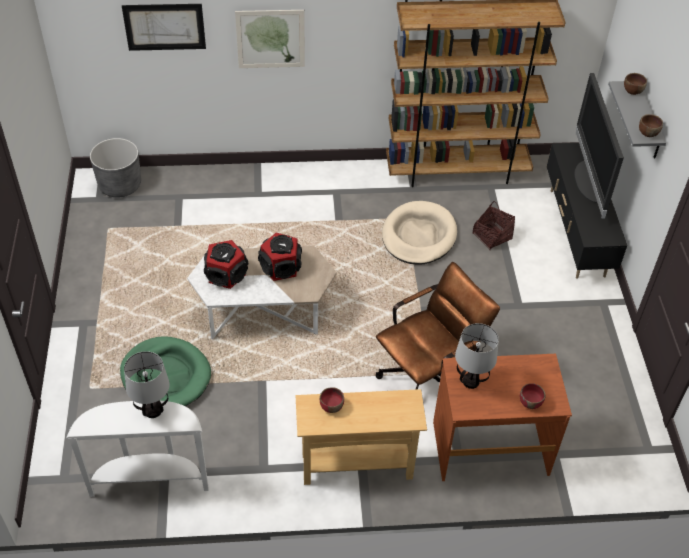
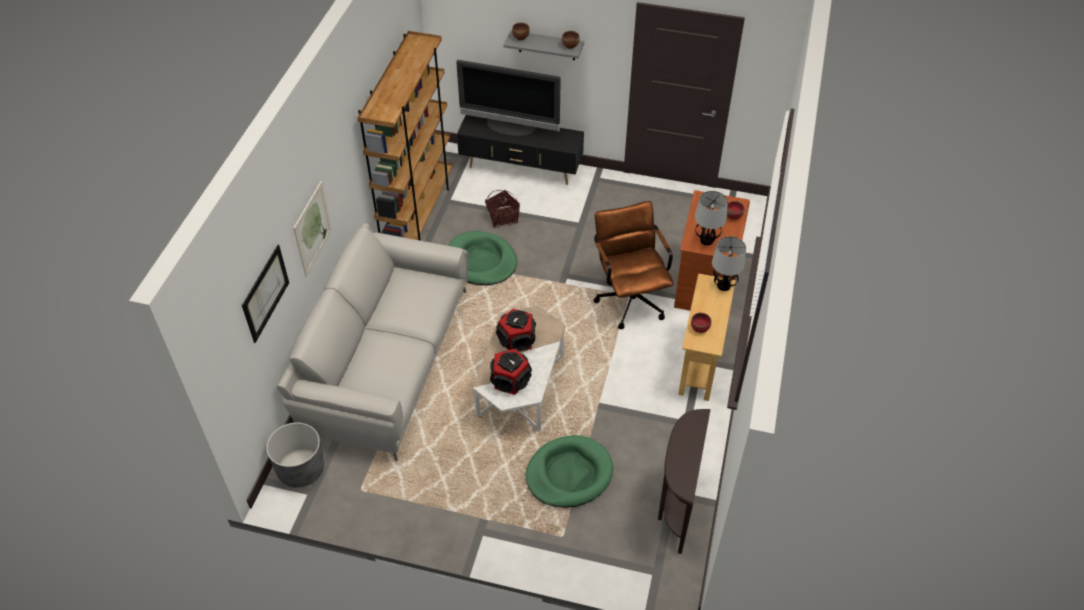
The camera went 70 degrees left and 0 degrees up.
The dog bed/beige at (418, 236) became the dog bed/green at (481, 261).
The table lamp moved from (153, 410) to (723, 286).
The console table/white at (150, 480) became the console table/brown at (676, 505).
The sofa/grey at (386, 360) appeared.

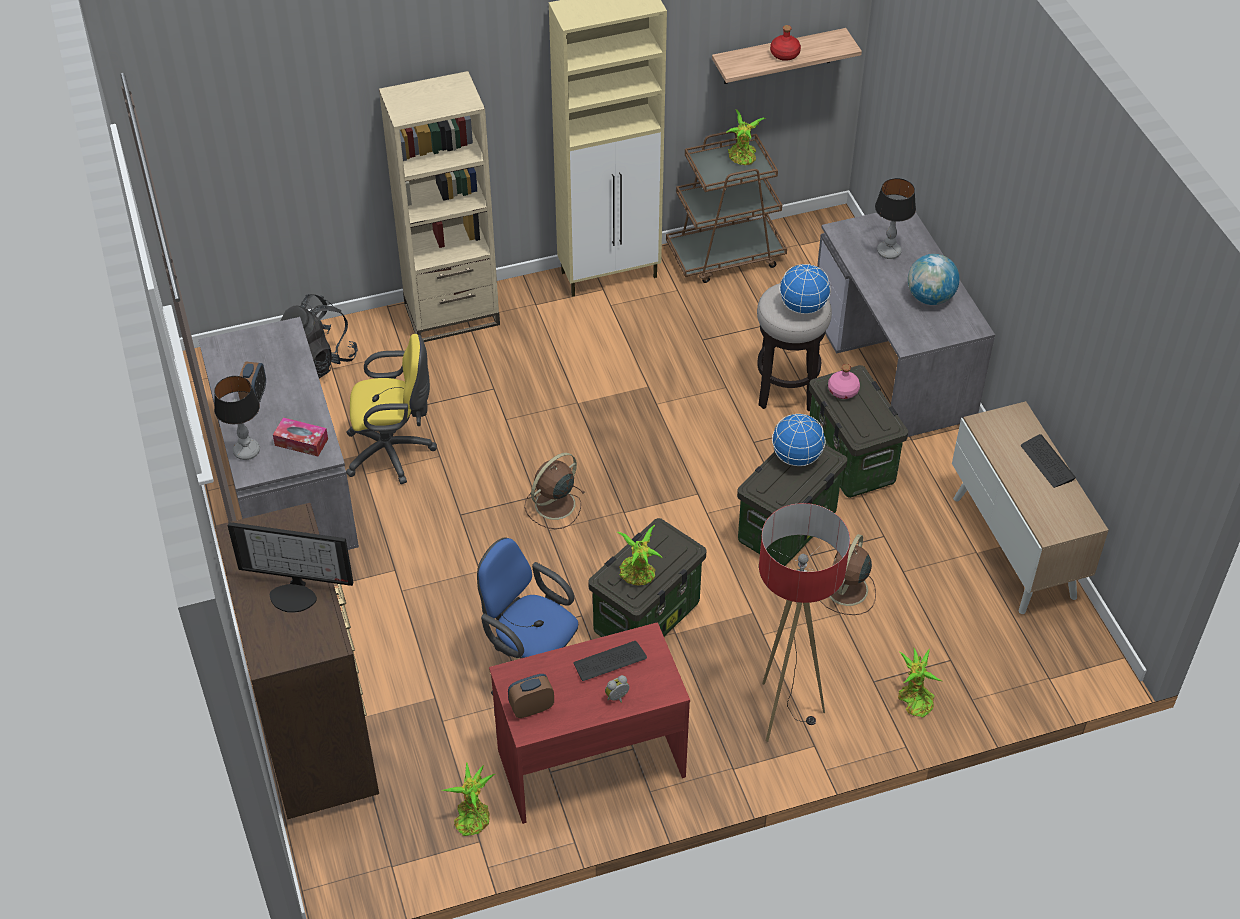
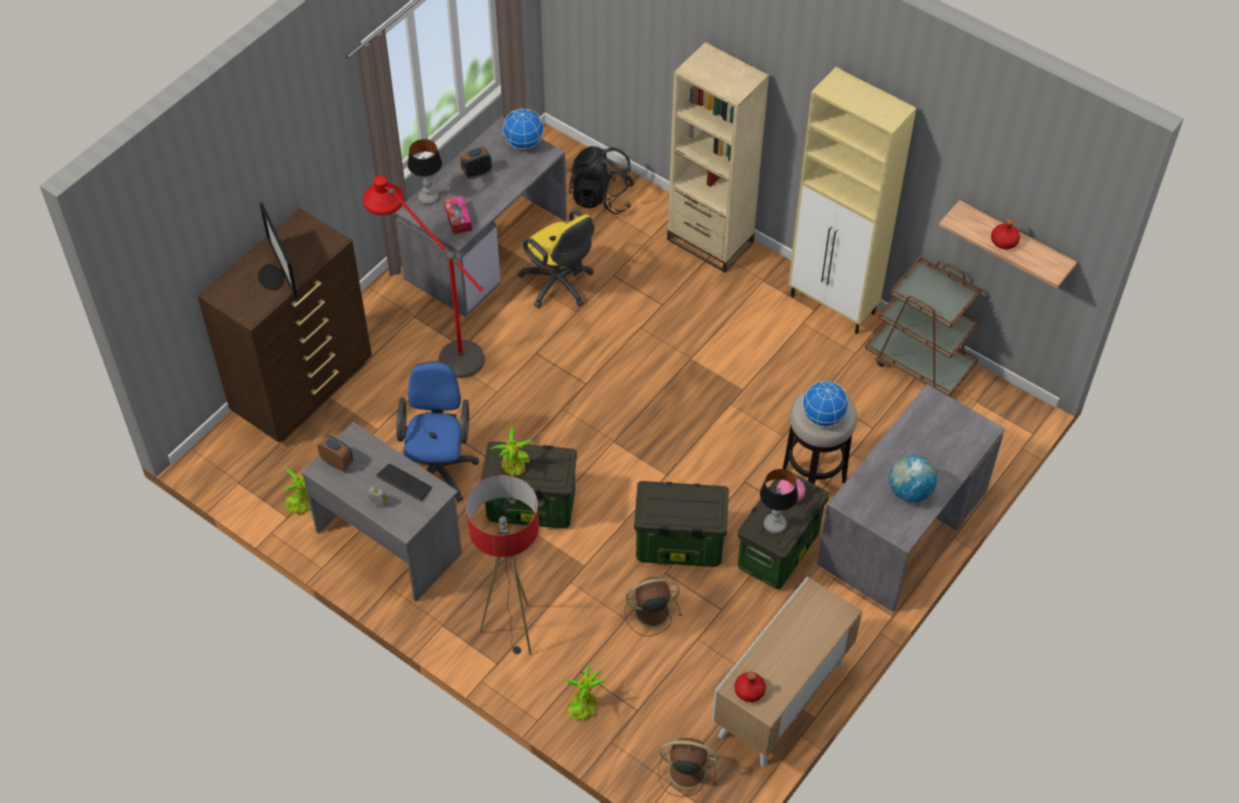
The camera went 55 degrees right and 5 degrees up.
The potted plant at (742, 158) disappeared.
The table lamp moved from (889, 252) to (775, 525).
The globe moved from (796, 457) to (523, 143).
The keyboard at (1047, 462) disappeared.
The fan/brown moved from (553, 505) to (685, 771).
The desk/red at (590, 761) became the desk/grey at (389, 541).
The floor lamp/red at (437, 343) appeared.
The bottle/red at (750, 690) appeared.

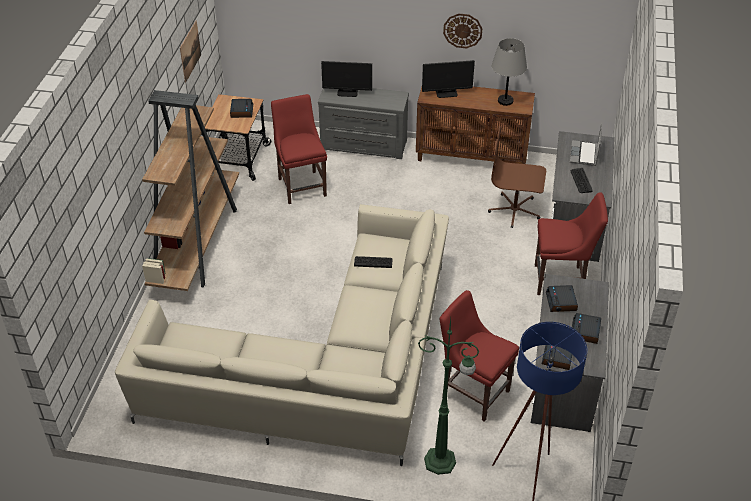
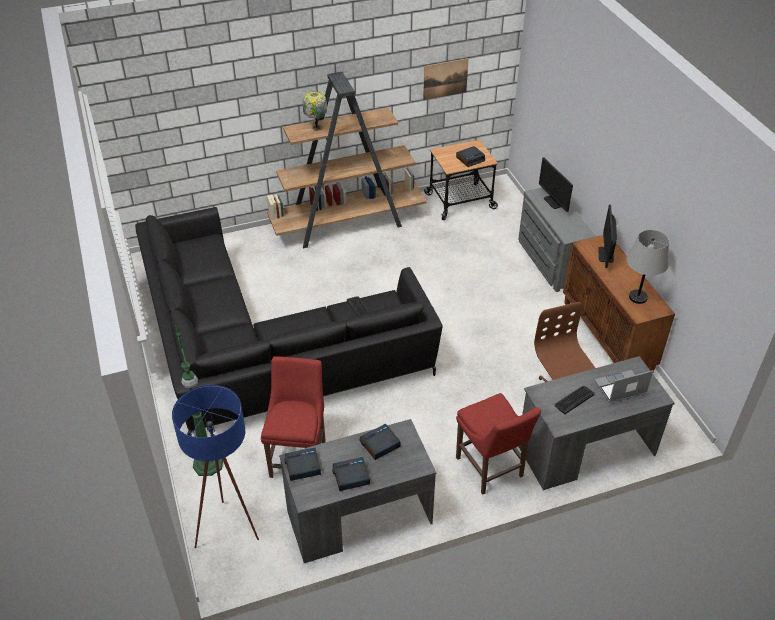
The camera went 60 degrees right and 0 degrees up.
The wall clock at (462, 30) disappeared.
The monitor at (446, 93) turned 45 degrees clockwise.
The chair/red at (301, 185) disappeared.
The sofa/beige at (323, 370) became the sofa/black at (262, 351).
The table lamp at (316, 127) appeared.

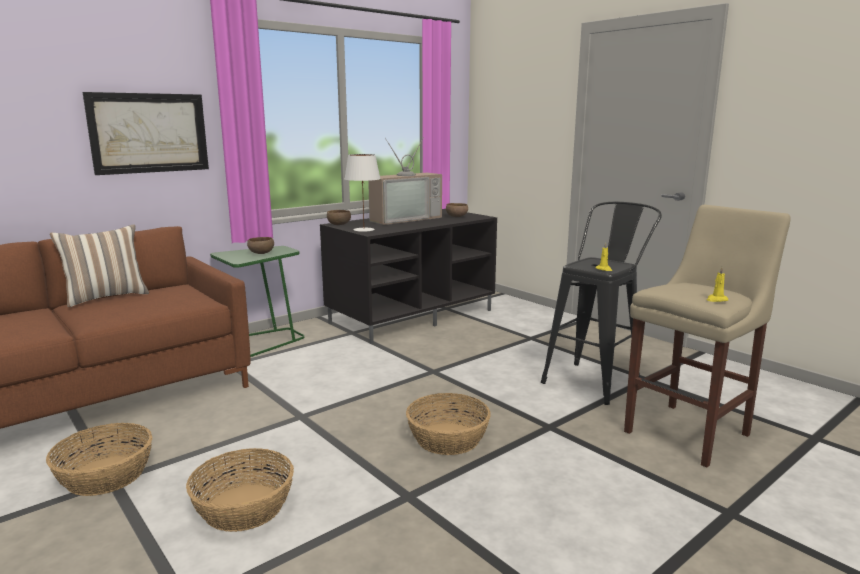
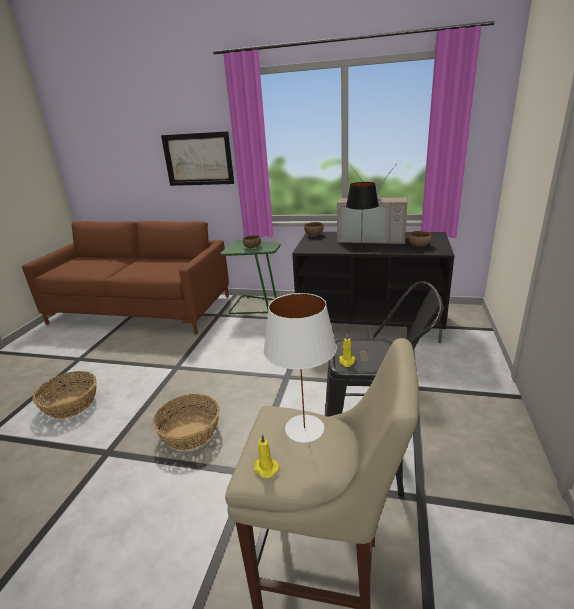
The camera went 55 degrees right and 10 degrees up.
The table lamp/white moved from (363, 230) to (303, 429).
The pillow at (106, 297) disappeared.
The basket at (105, 475) disappeared.
The table lamp/black at (361, 250) appeared.

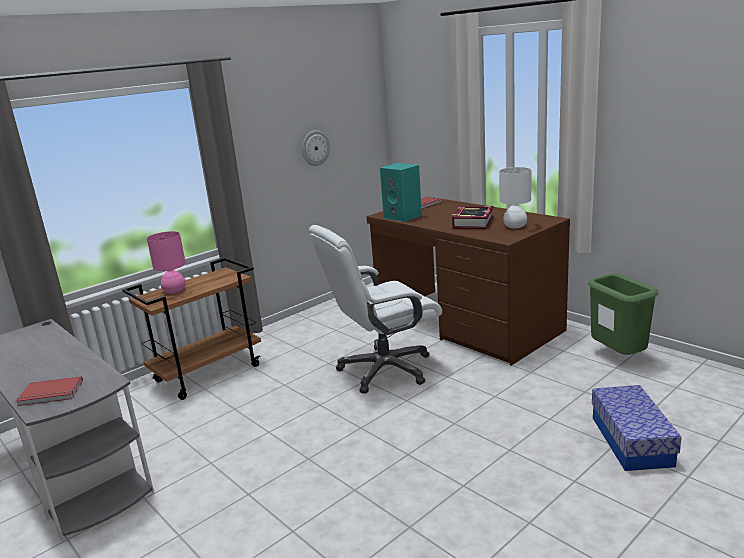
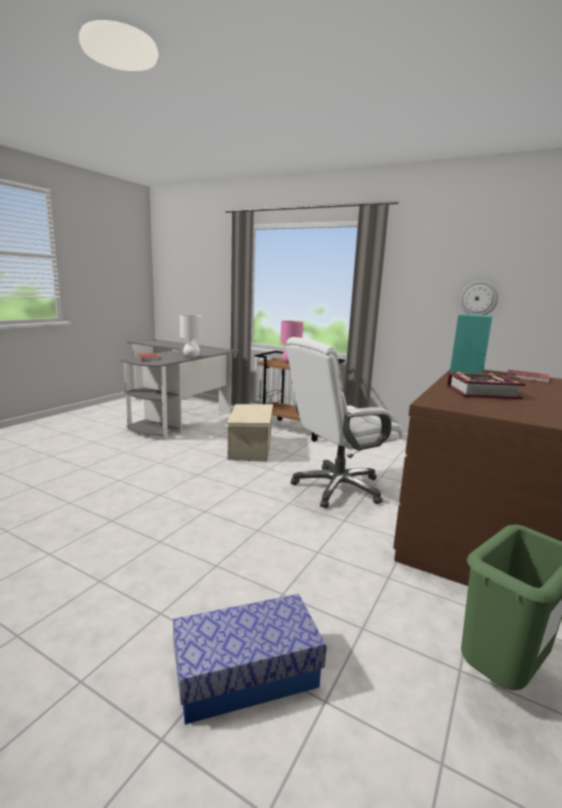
The camera went 70 degrees right and 5 degrees down.
The table lamp/white moved from (515, 226) to (191, 356).
The office chair/white at (384, 370) turned 75 degrees counterclockwise.
The storage box/beige at (249, 448) appeared.

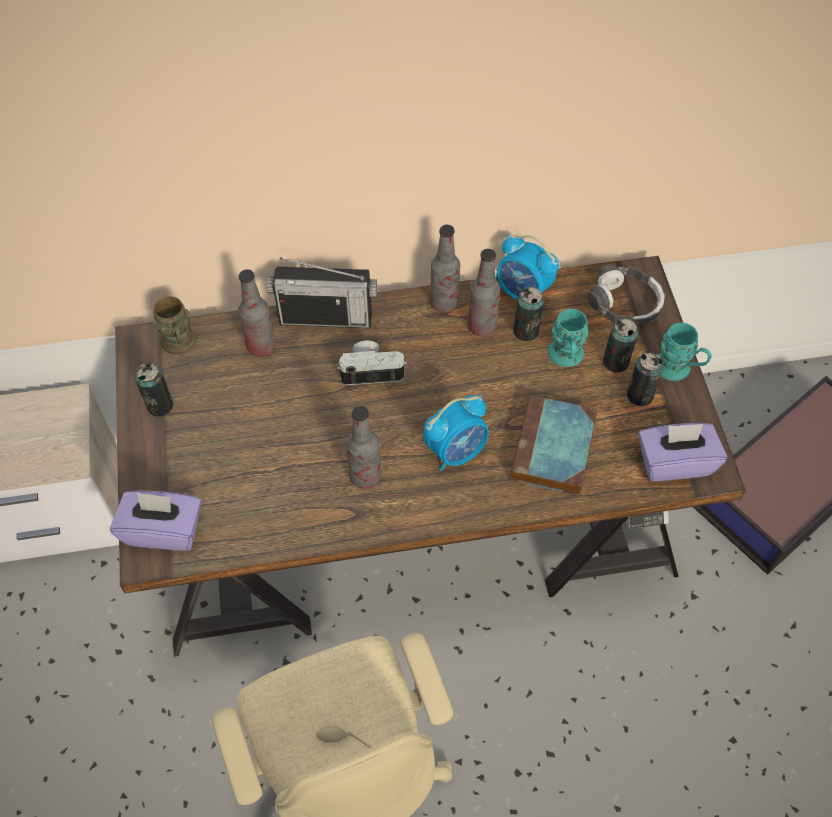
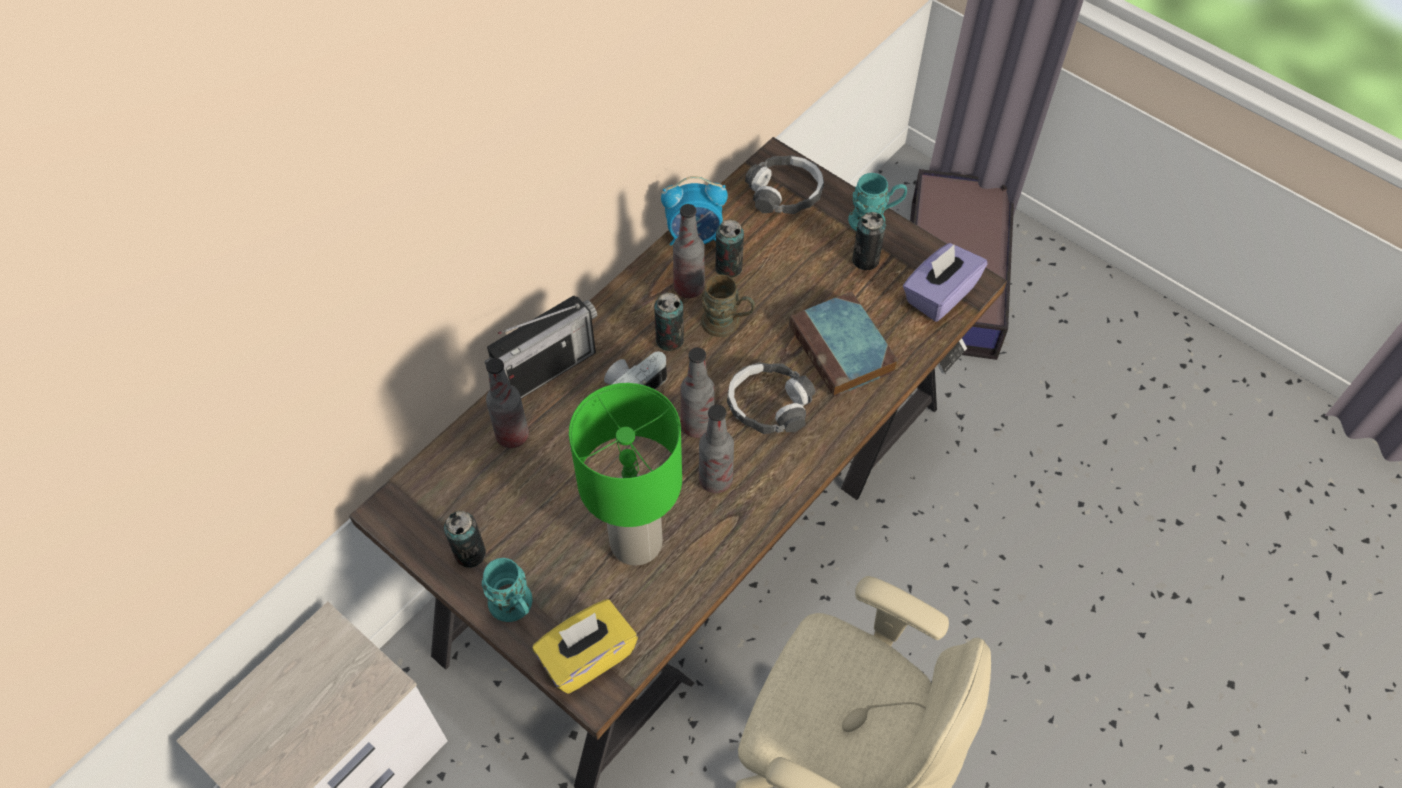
The camera went 40 degrees left and 0 degrees up.
The bottle moved from (444, 303) to (697, 425).
The mug/brown moved from (180, 345) to (727, 324).
The mug/turquoise moved from (566, 358) to (515, 607).
The can moved from (615, 362) to (669, 339).
The alarm clock at (456, 451) was replaced by the headphones at (768, 405).
The tissue box/purple at (164, 530) became the tissue box/yellow at (587, 656).
The table lamp/green at (637, 542) appeared.

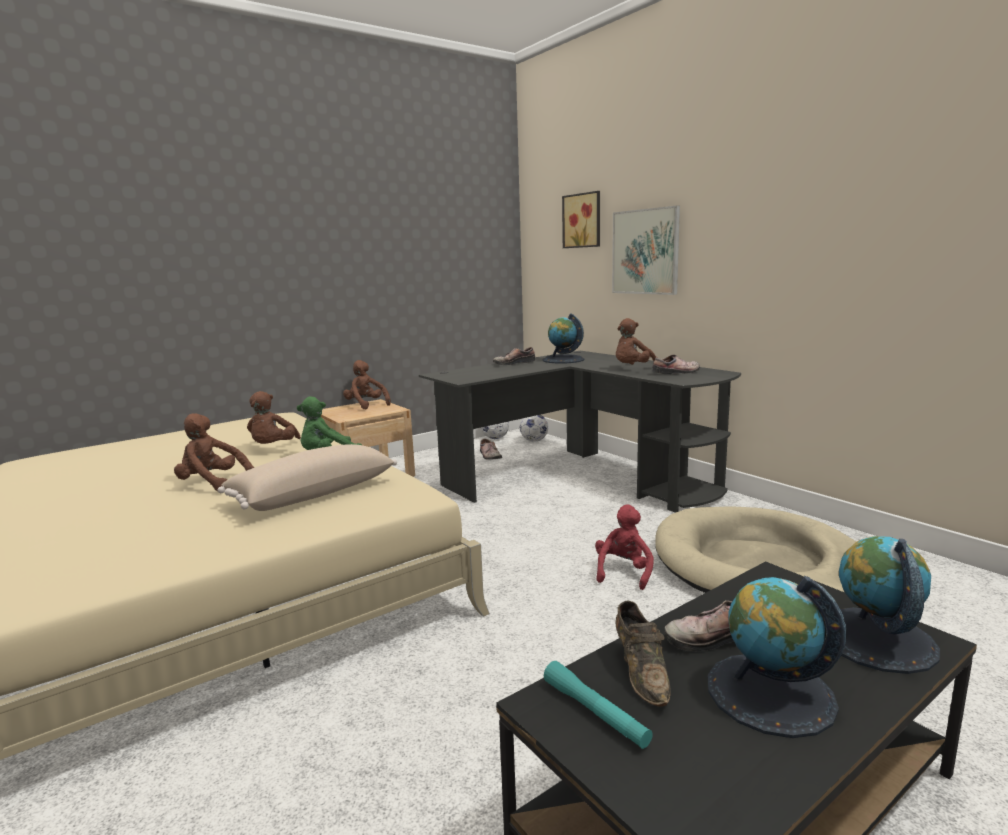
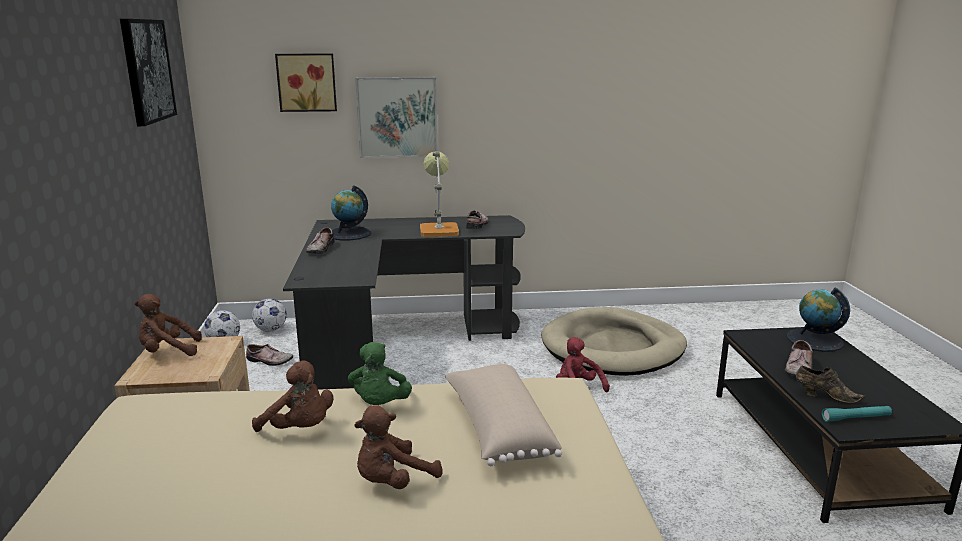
The camera went 60 degrees left and 5 degrees up.
The plush toy/brown at (632, 369) was replaced by the table lamp at (438, 229).
The globe at (770, 693) disappeared.
The picture at (147, 70) appeared.

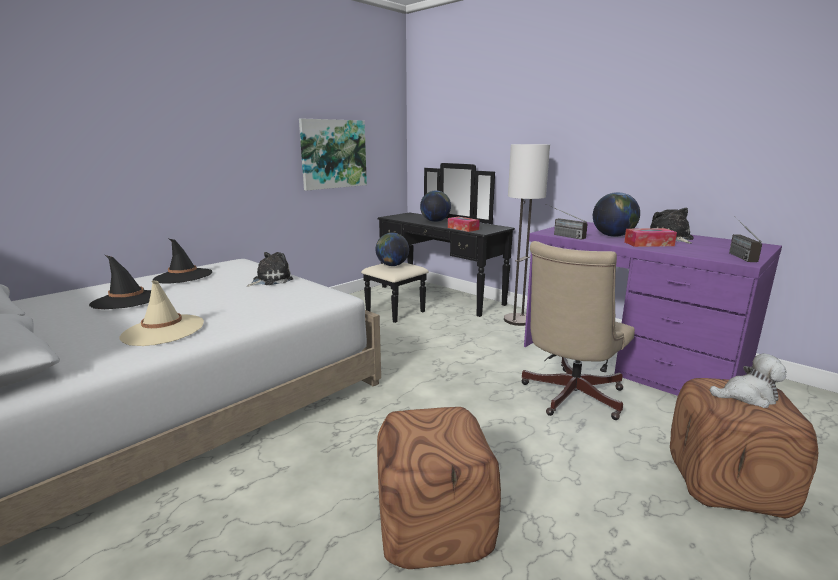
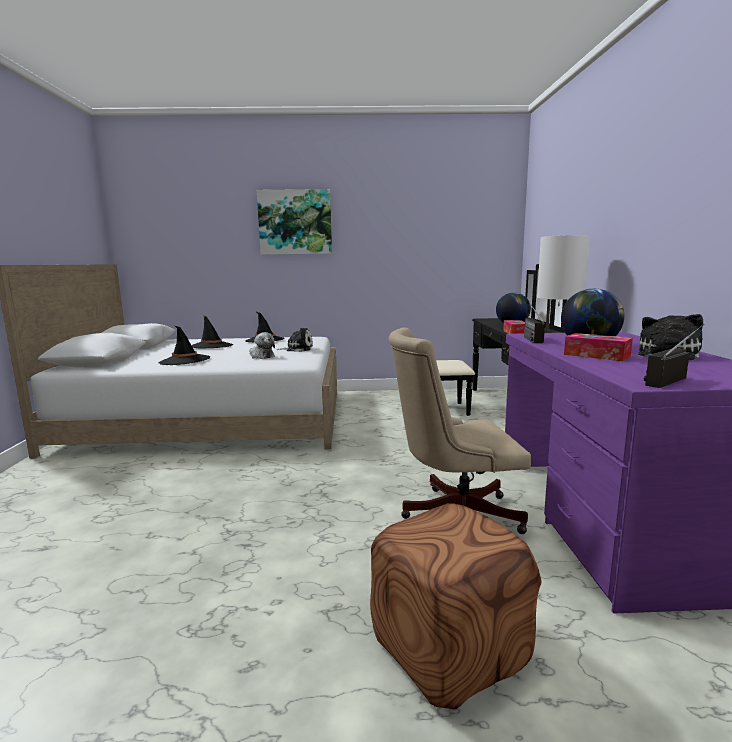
The camera went 45 degrees right and 5 degrees down.
The picture moved from (333, 154) to (295, 222).
The globe at (392, 265) disappeared.
The hat/beige at (163, 331) became the hat/black at (184, 361).
The plush toy moved from (747, 396) to (261, 356).
The ottoman/brown at (434, 524) disappeared.

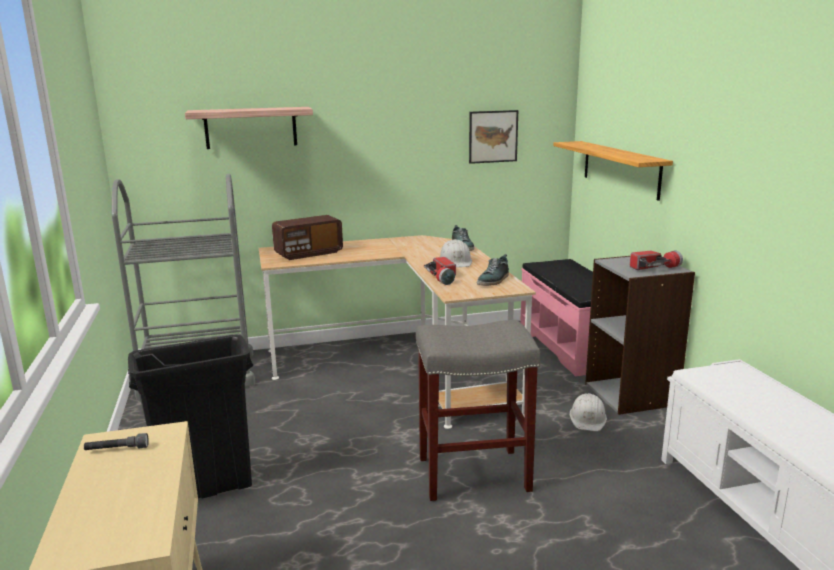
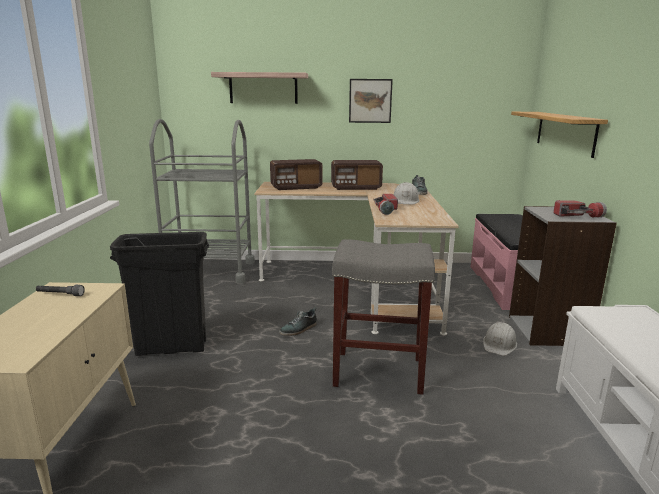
The camera went 15 degrees right and 0 degrees up.
The picture moved from (493, 136) to (370, 101).
The shoe moved from (494, 280) to (299, 329).
The radio at (356, 187) appeared.

